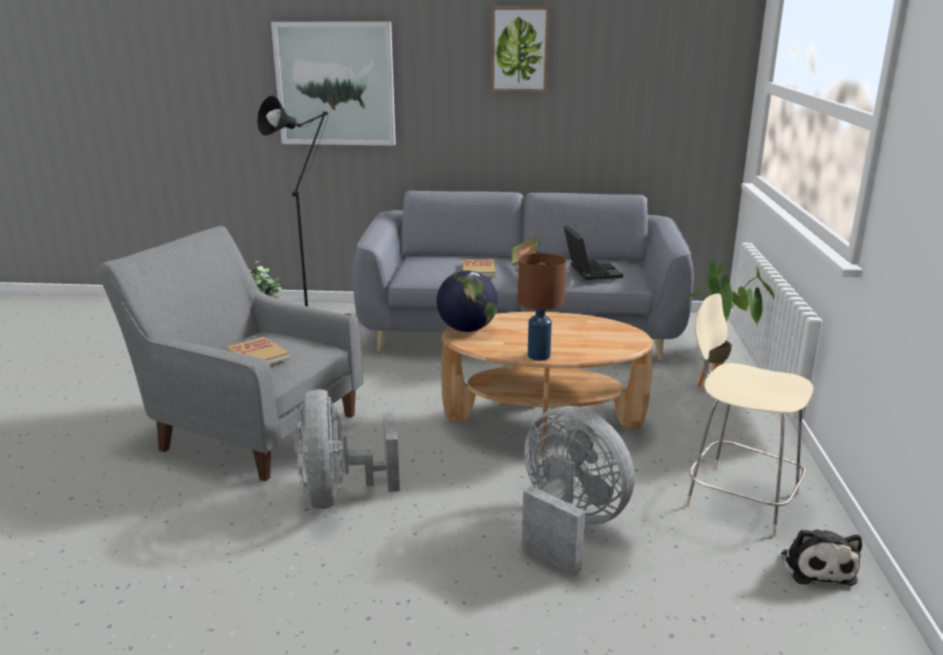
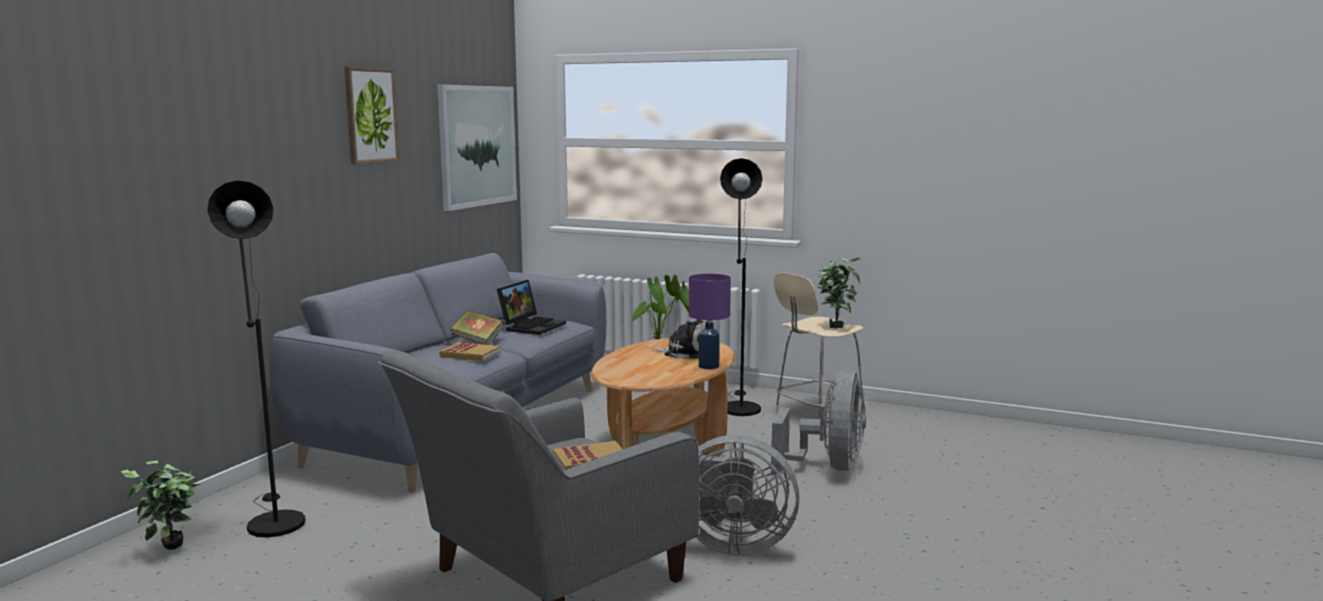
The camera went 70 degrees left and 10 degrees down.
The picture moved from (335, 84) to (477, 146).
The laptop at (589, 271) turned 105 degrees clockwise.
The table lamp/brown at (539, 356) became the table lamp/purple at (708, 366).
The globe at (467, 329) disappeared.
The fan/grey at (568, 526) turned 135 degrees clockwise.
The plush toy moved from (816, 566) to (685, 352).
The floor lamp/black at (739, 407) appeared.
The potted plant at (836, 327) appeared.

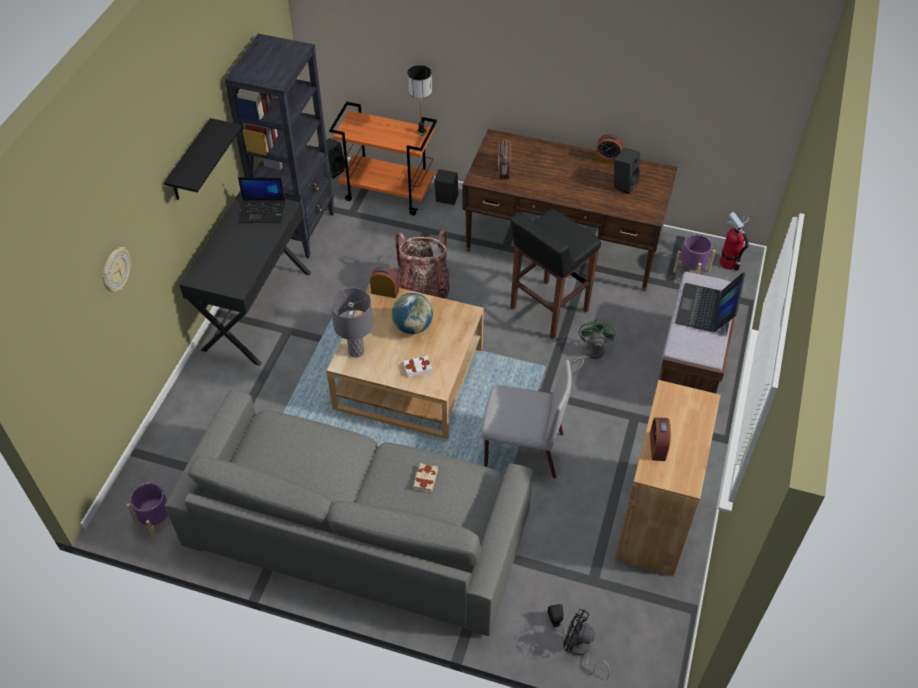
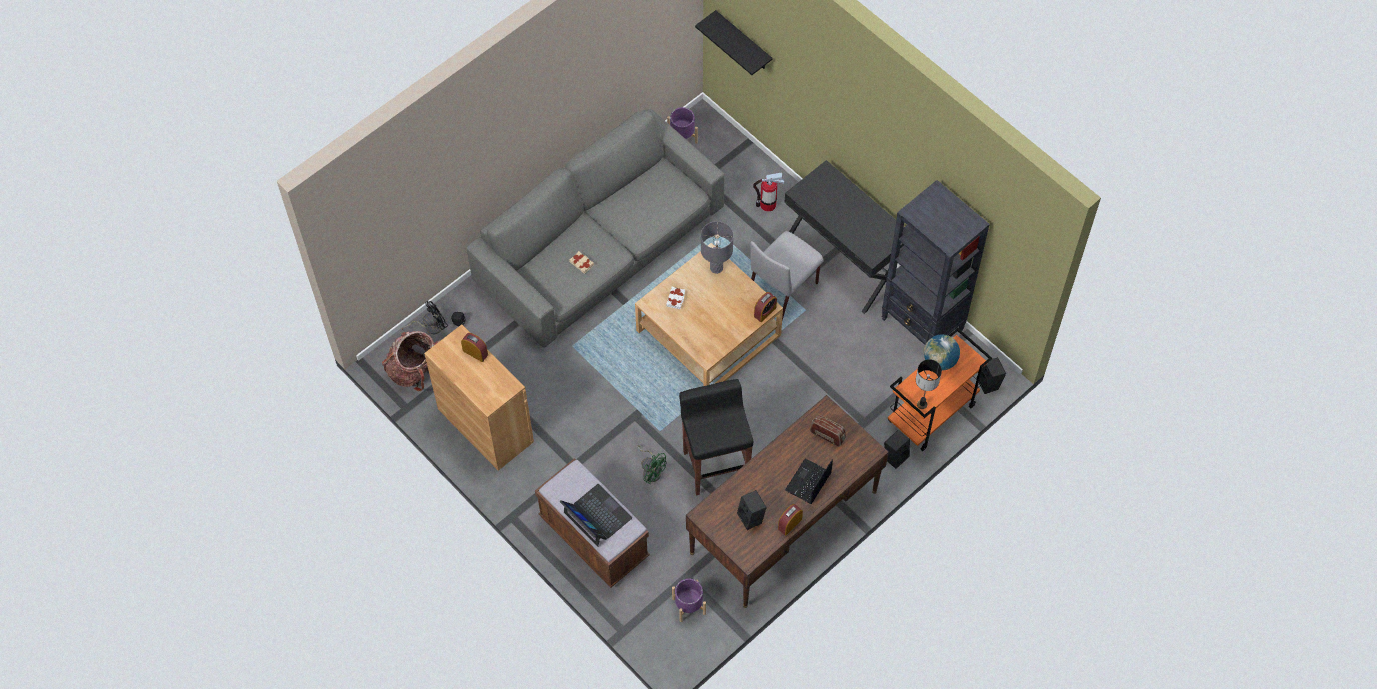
The camera went 120 degrees right and 10 degrees up.
The shelf/black moved from (190, 162) to (743, 42).
The laptop moved from (262, 211) to (808, 482).
The fire extinguisher moved from (728, 263) to (767, 205).
The backpack moved from (422, 290) to (416, 371).
The wall clock at (115, 270) disappeared.
The globe moved from (413, 326) to (939, 361).
The chair/grey moved from (522, 449) to (783, 288).

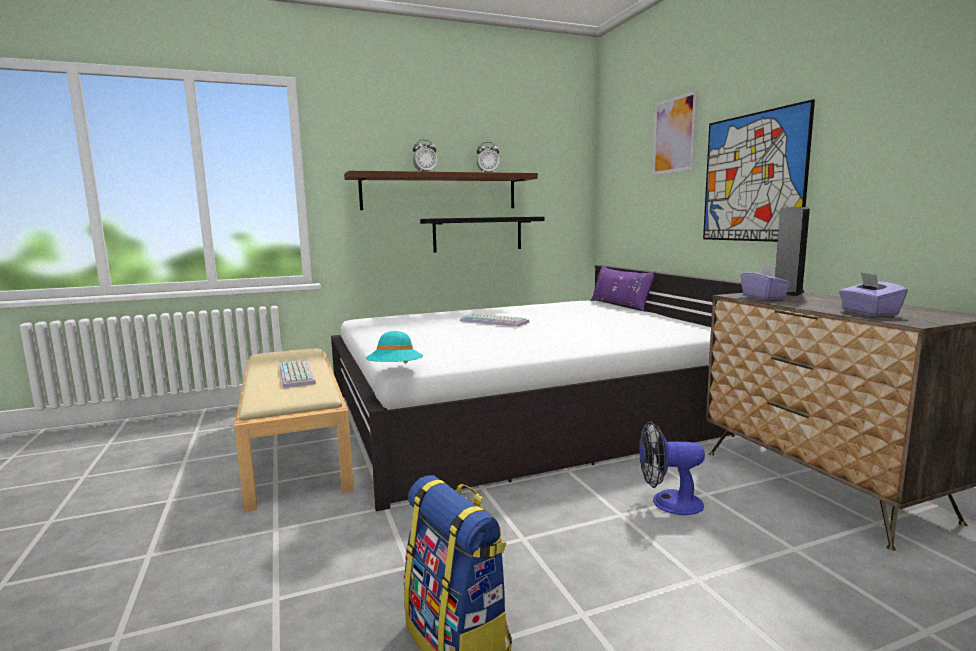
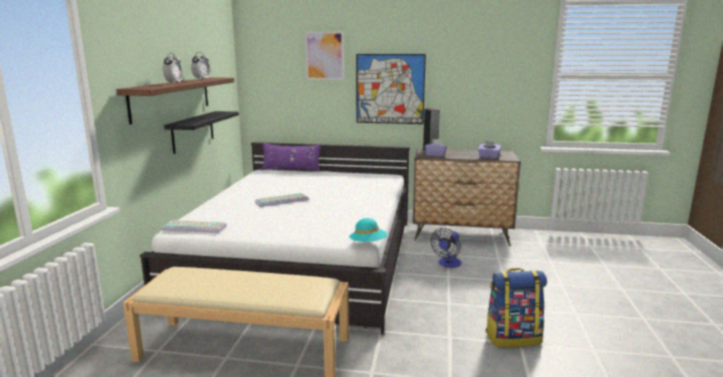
The camera went 60 degrees left and 5 degrees up.
The keyboard moved from (298, 375) to (195, 227).

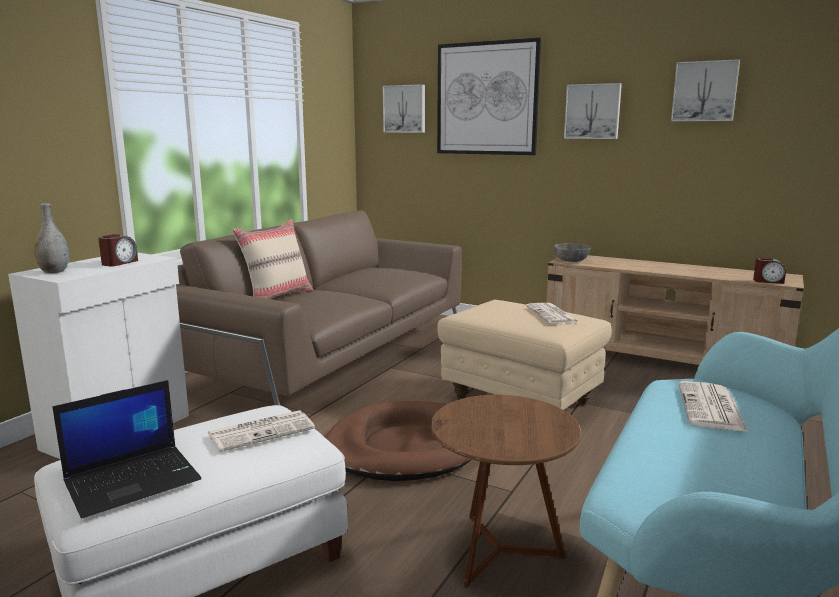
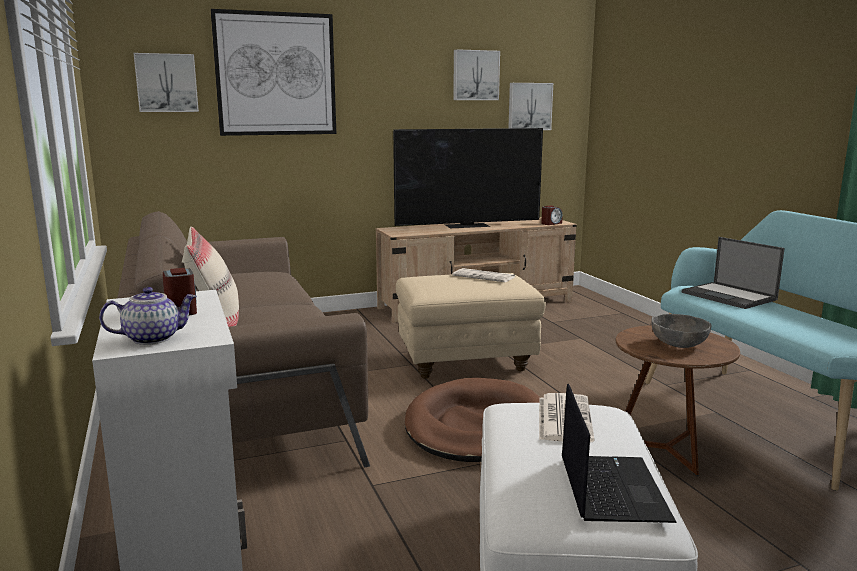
The camera went 50 degrees left and 0 degrees up.
The picture moved from (592, 111) to (529, 106).
The vase/grey at (54, 271) was replaced by the teapot at (153, 338).
The bowl/grey moved from (571, 260) to (678, 344).
The newspaper at (711, 408) was replaced by the laptop at (730, 296).
The television at (468, 225) appeared.

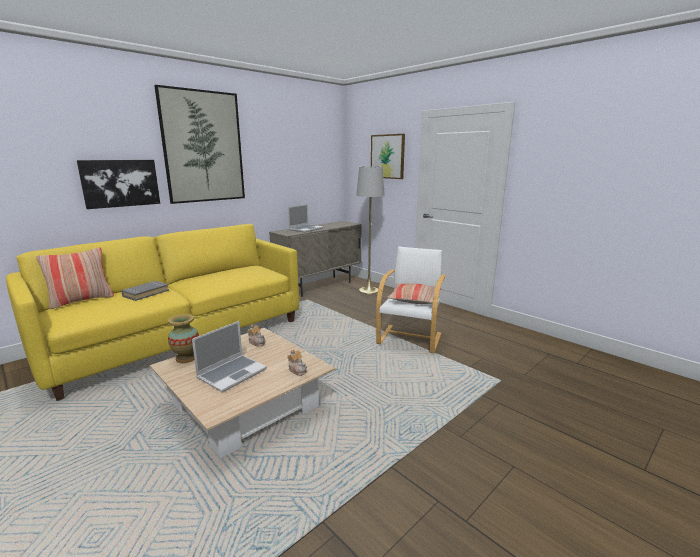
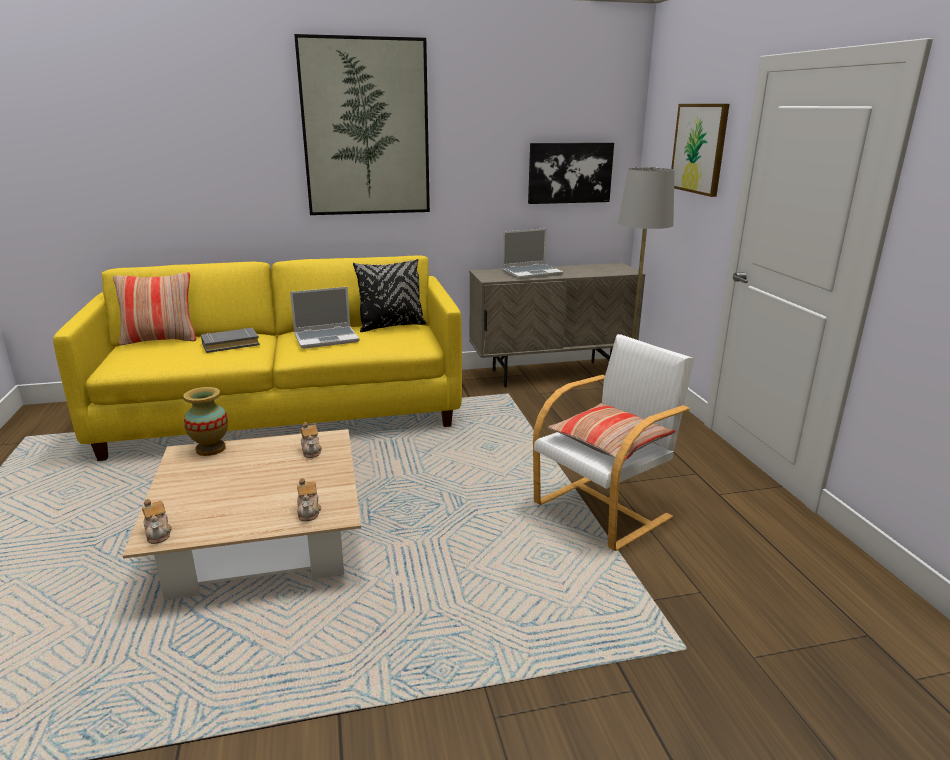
The camera went 30 degrees right and 5 degrees up.
The picture moved from (120, 183) to (569, 173).
The laptop moved from (232, 373) to (327, 338).
The pillow/black at (391, 326) appeared.
The teapot at (158, 533) appeared.

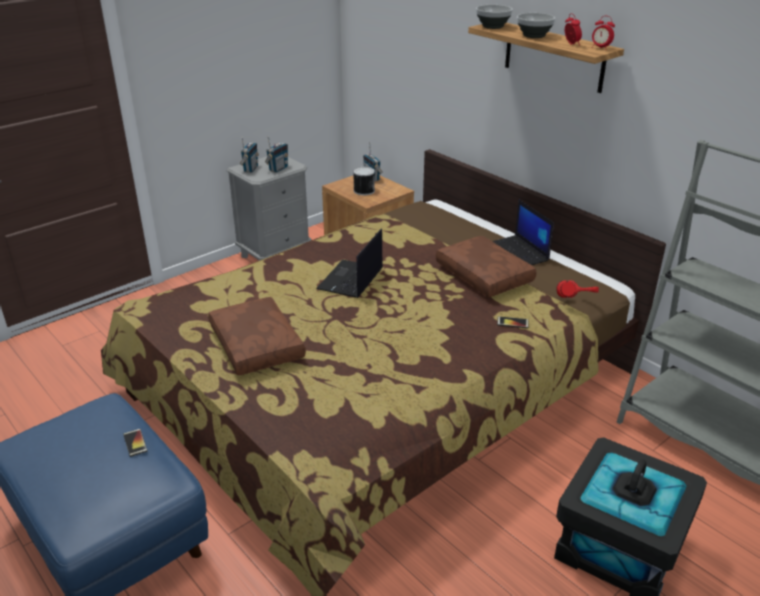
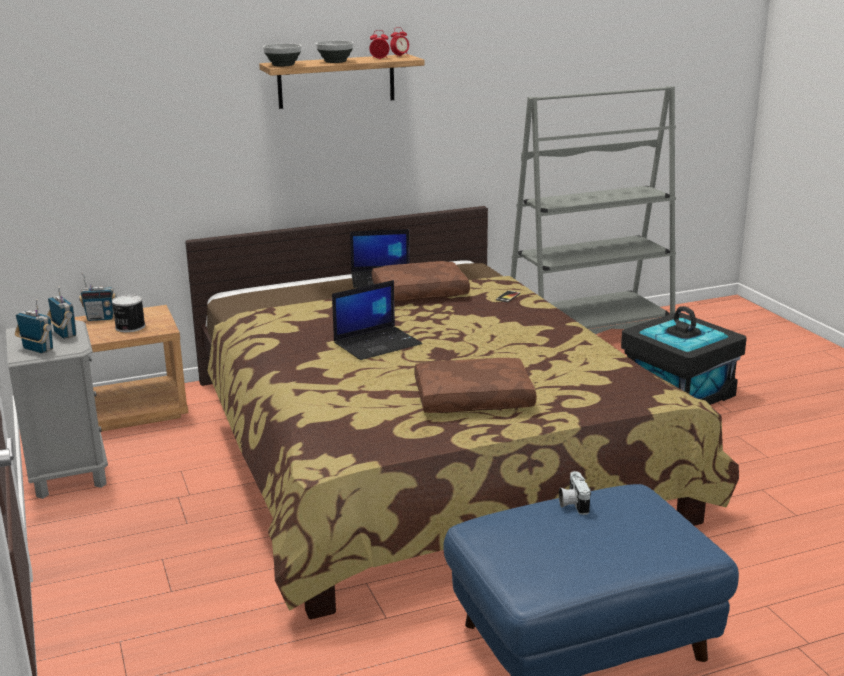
The camera went 70 degrees left and 10 degrees down.
The laptop at (350, 280) turned 75 degrees counterclockwise.
The headphones/red at (576, 301) disappeared.
The phone at (135, 443) was replaced by the photo camera at (572, 503).

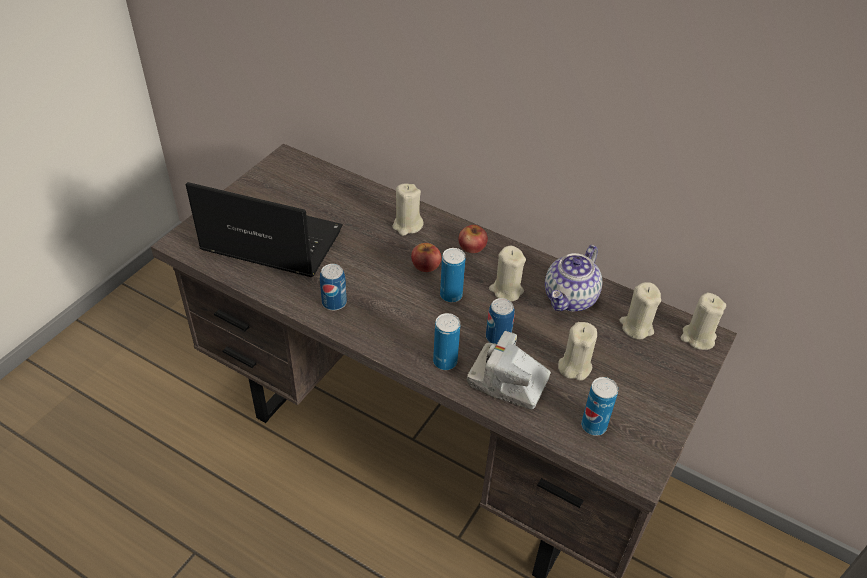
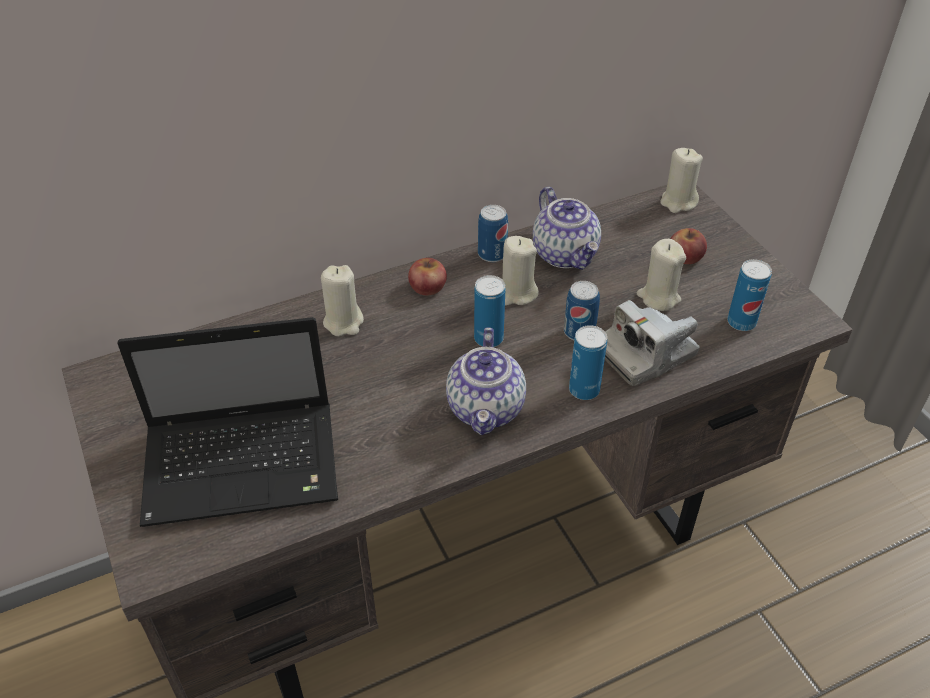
The camera went 55 degrees left and 0 degrees up.
The laptop at (269, 241) turned 150 degrees counterclockwise.
The apple moved from (426, 265) to (685, 256).
The can moved from (334, 303) to (492, 254).
The candle/beige at (636, 327) disappeared.
The teapot at (486, 409) appeared.

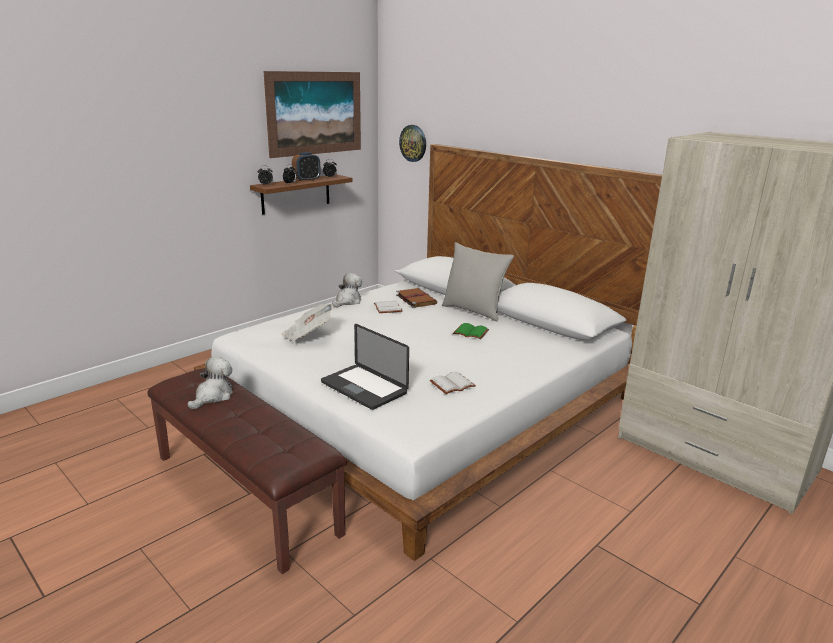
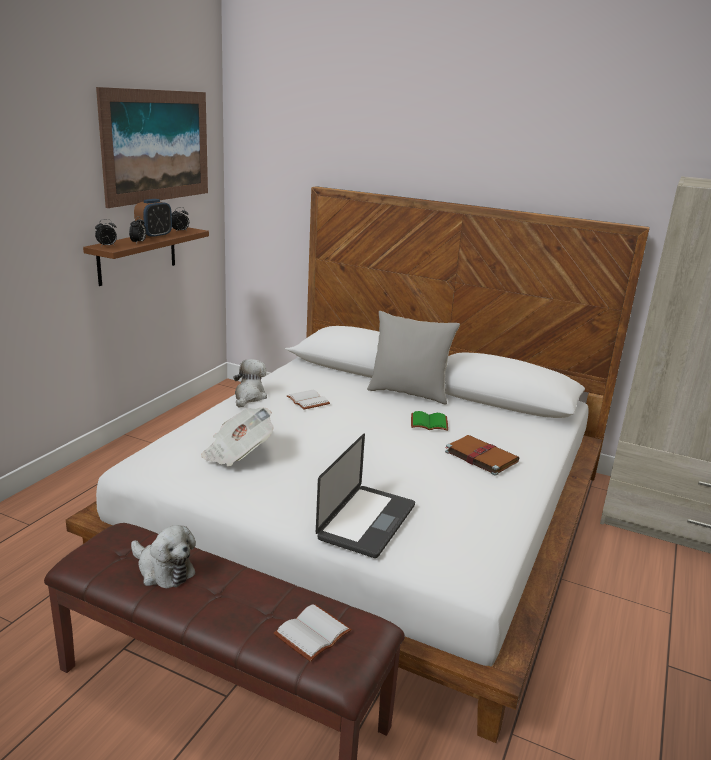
The camera went 20 degrees left and 0 degrees up.
The wall clock at (413, 143) disappeared.
The book/brown moved from (415, 299) to (480, 456).
The laptop at (363, 388) turned 90 degrees counterclockwise.
The plush toy at (213, 396) turned 120 degrees clockwise.
The book/white moved from (452, 385) to (313, 635).

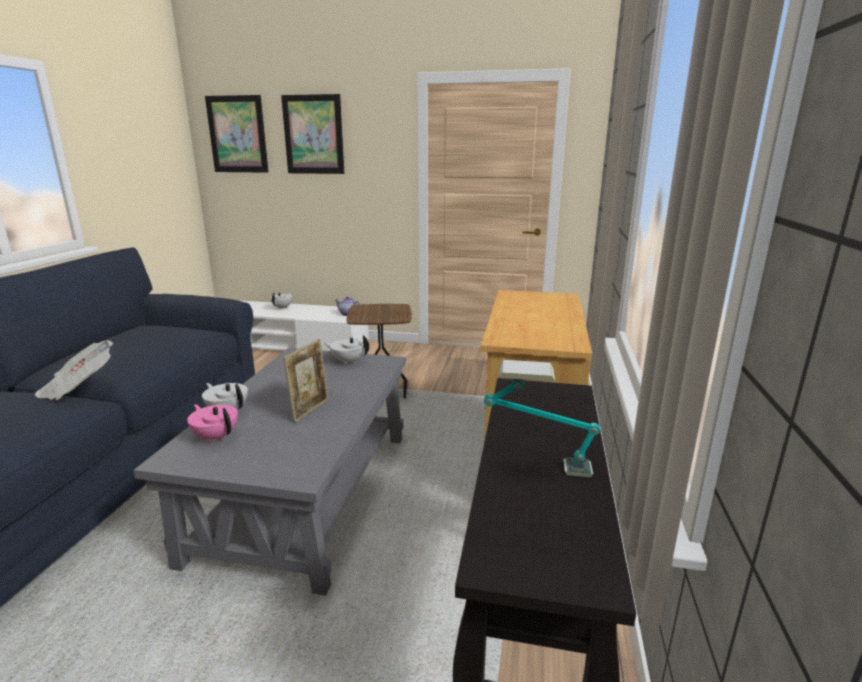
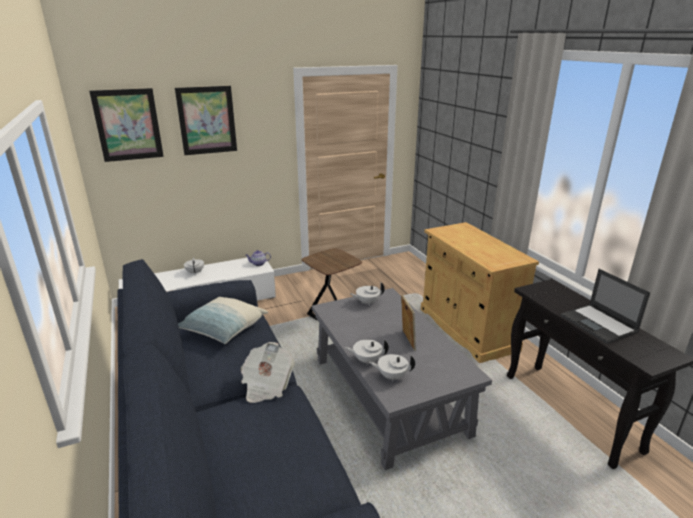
The camera went 35 degrees left and 5 degrees up.
The table lamp at (537, 465) was replaced by the laptop at (599, 324).
The teapot/pink at (216, 436) became the teapot/white at (392, 376).
The pillow at (223, 329) appeared.

